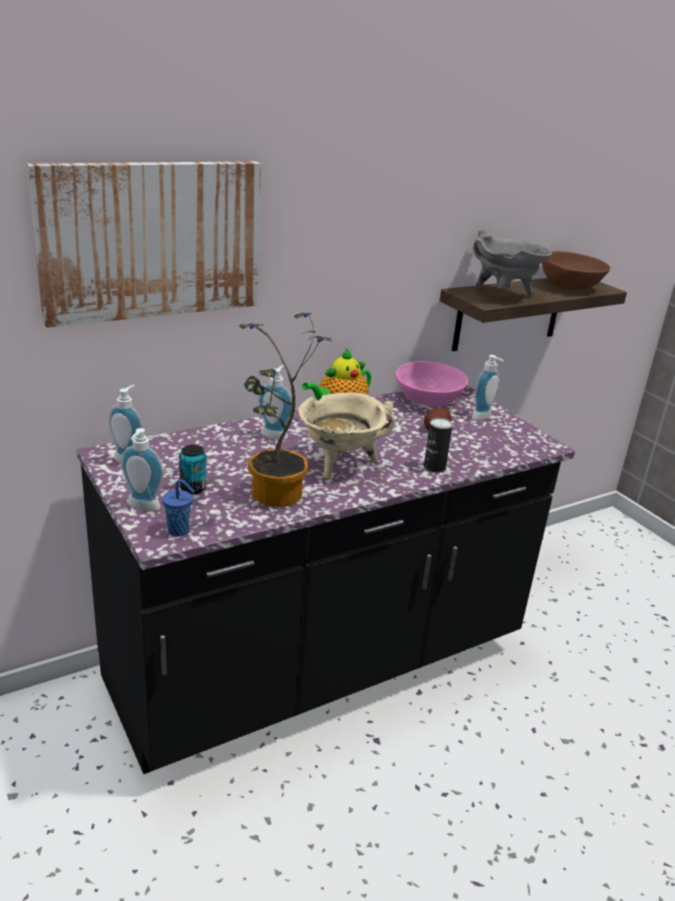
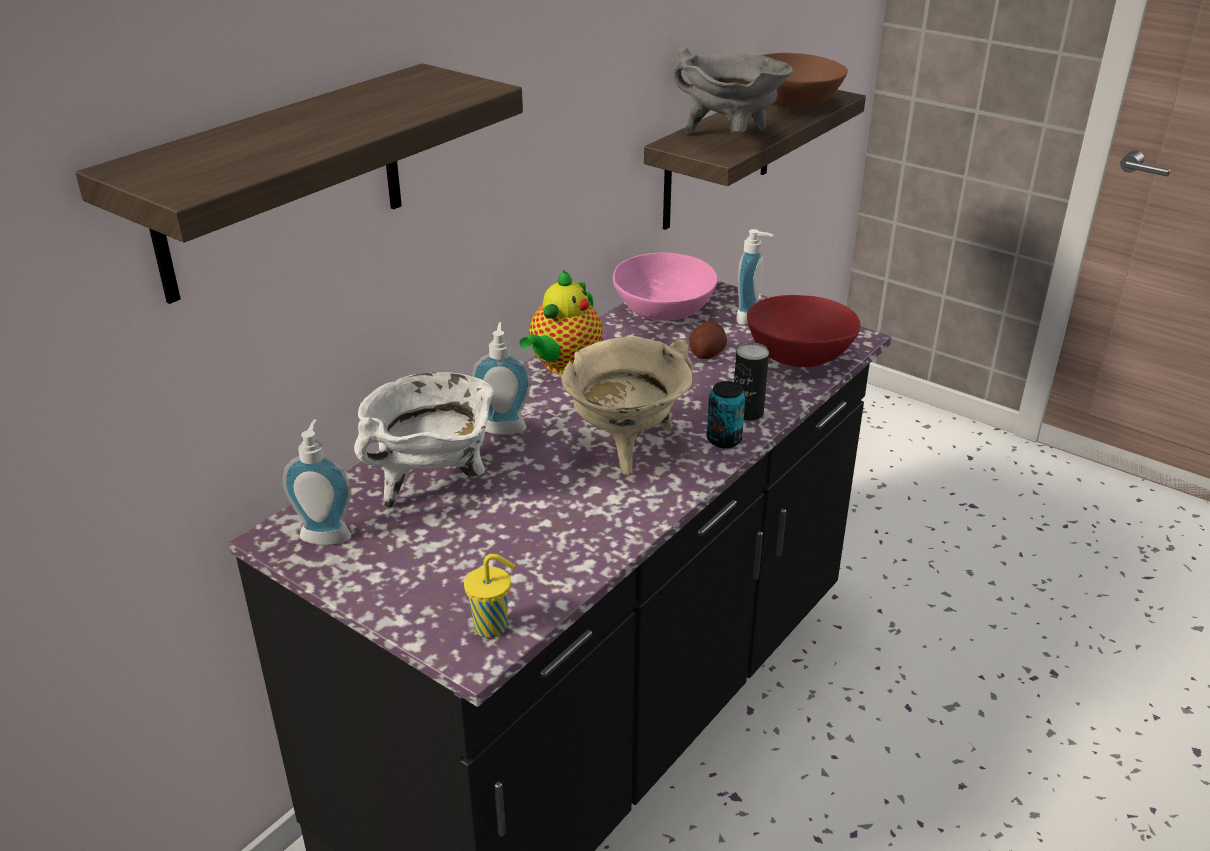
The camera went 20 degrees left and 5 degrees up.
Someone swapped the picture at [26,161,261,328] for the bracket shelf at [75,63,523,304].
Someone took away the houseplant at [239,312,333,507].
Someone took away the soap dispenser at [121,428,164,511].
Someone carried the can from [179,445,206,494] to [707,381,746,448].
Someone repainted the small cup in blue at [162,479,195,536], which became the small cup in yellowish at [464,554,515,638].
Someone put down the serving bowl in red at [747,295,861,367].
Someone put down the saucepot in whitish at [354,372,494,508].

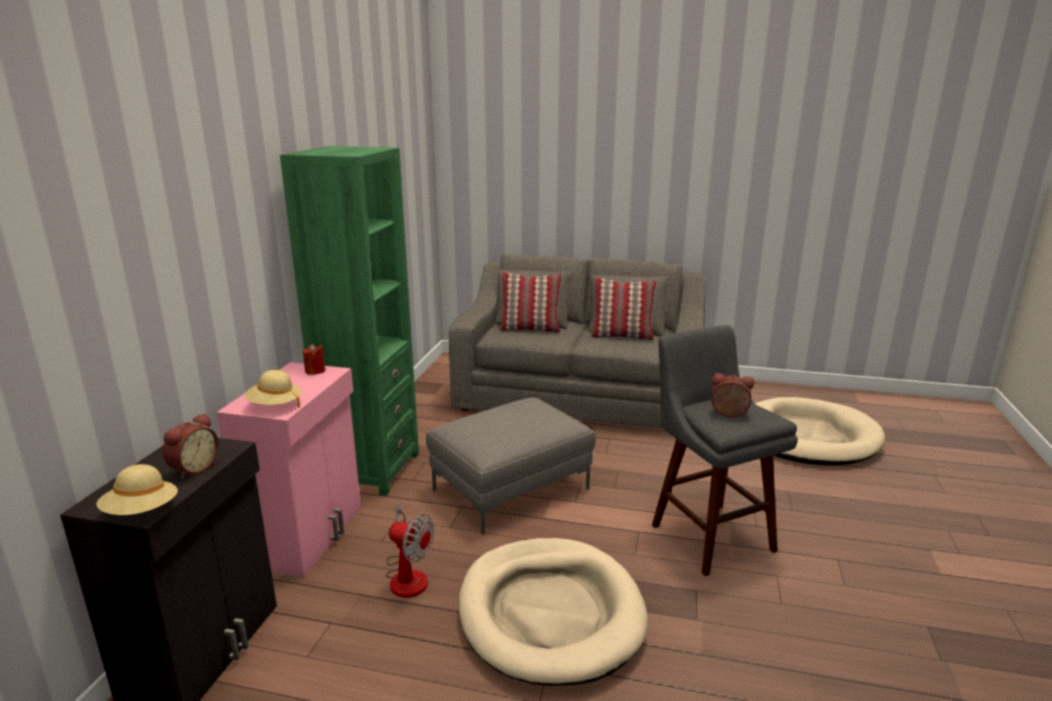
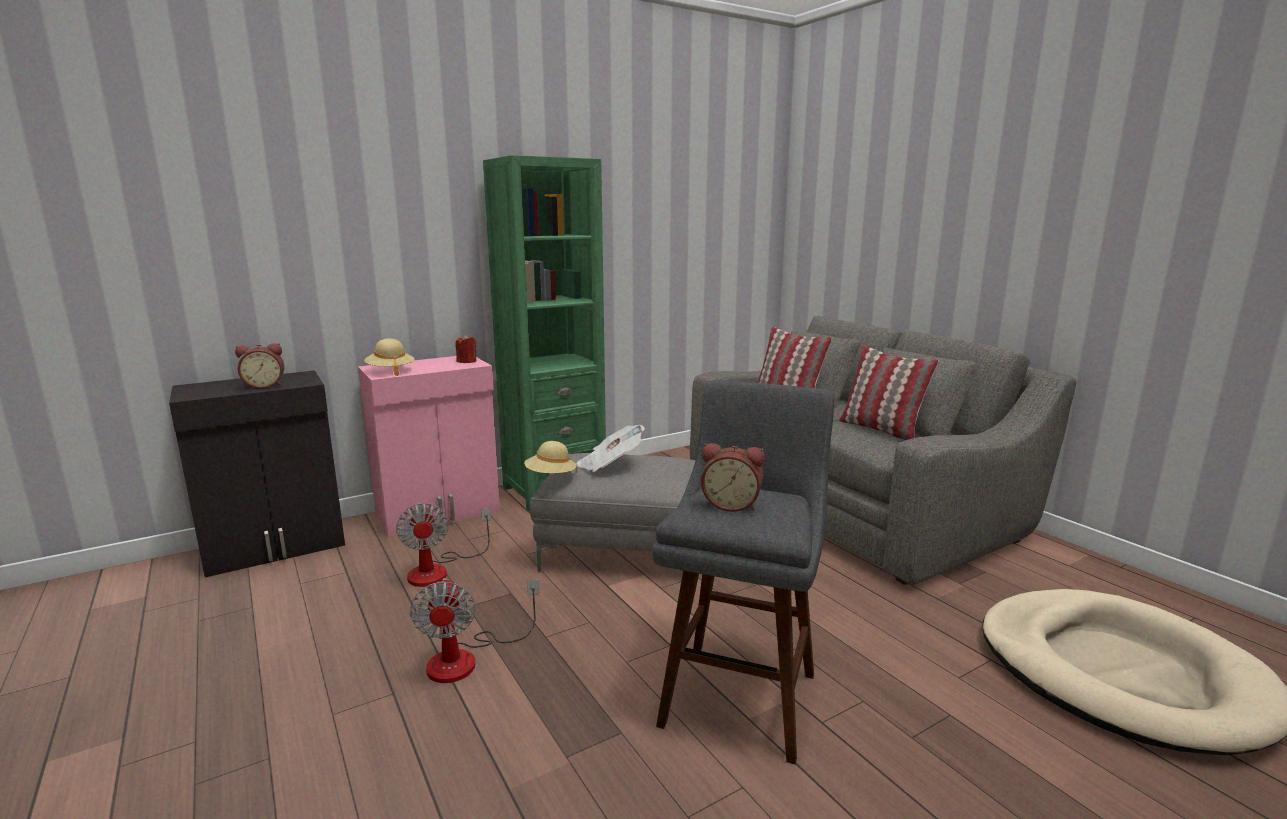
The camera went 45 degrees right and 5 degrees down.
Someone rotated the bedside clock at [711,373,754,418] by 135 degrees clockwise.
Someone carried the clothing hat in sand-coloured from [96,464,178,515] to [524,441,577,473].
Someone swapped the dog cushion in sand-coloured at [459,538,648,686] for the cooling fan at [410,578,539,683].
Someone put down the newspaper at [577,425,645,472].

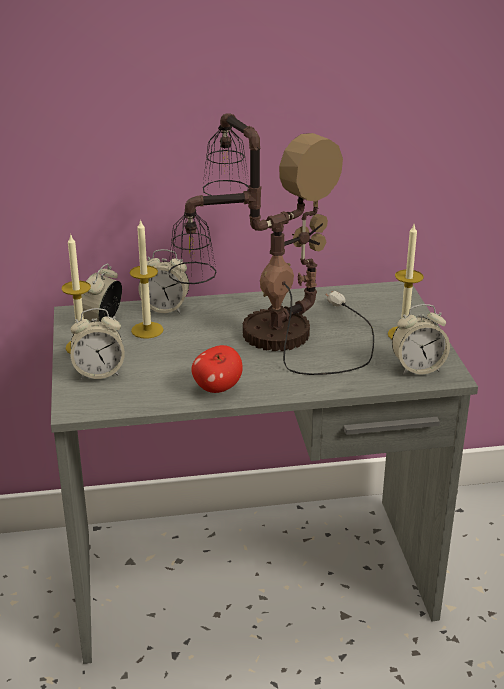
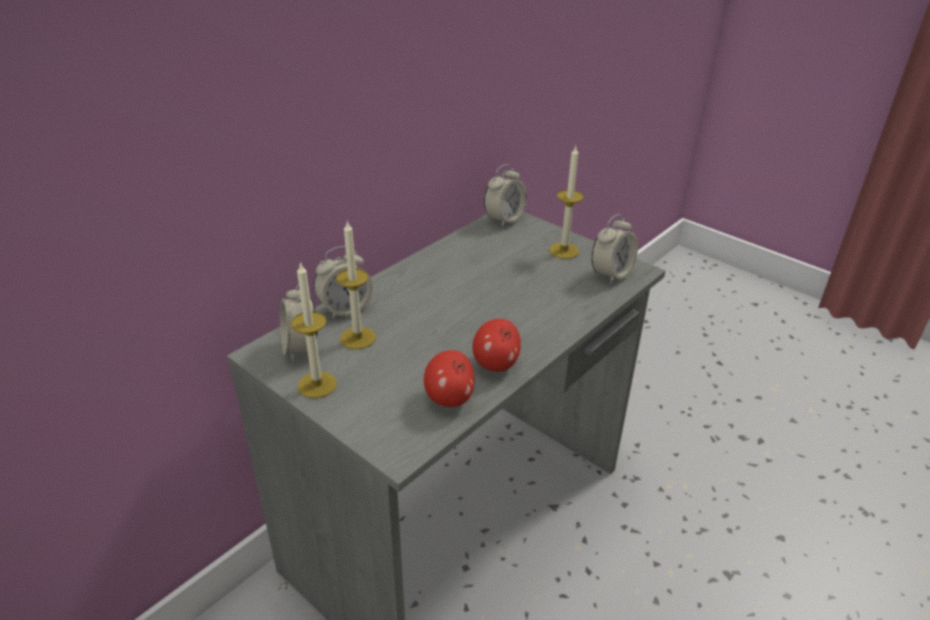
The camera went 40 degrees left and 5 degrees up.
Someone took away the lamp for a table at [168,113,374,375].
Someone carried the bedside clock from [71,308,125,380] to [484,164,527,227].
Someone put down the apple fruit at [424,350,474,407].

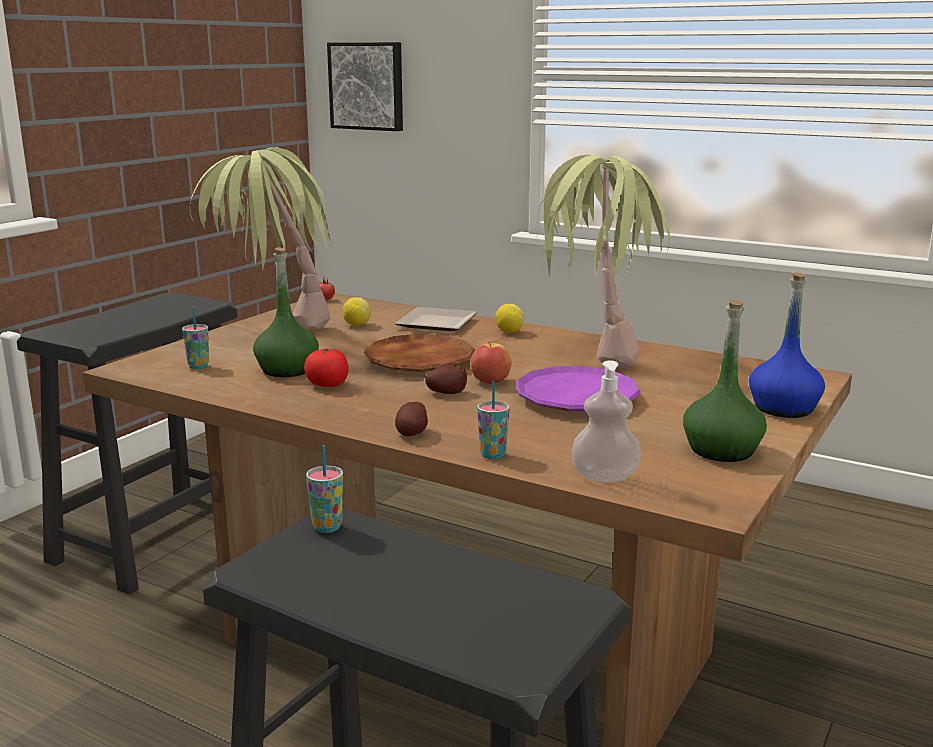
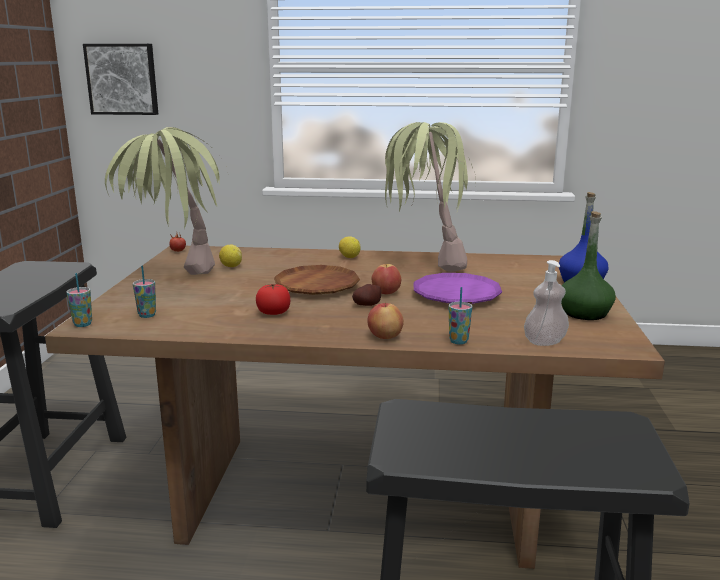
The camera went 25 degrees left and 0 degrees up.
Someone took away the drink bottle in greenish at [253,248,319,377].
Someone took away the dinner plate at [395,307,477,331].
Someone swapped the potato at [395,402,428,436] for the apple fruit at [367,302,404,339].
Someone carried the small cup from [306,445,343,533] to [66,273,92,327].

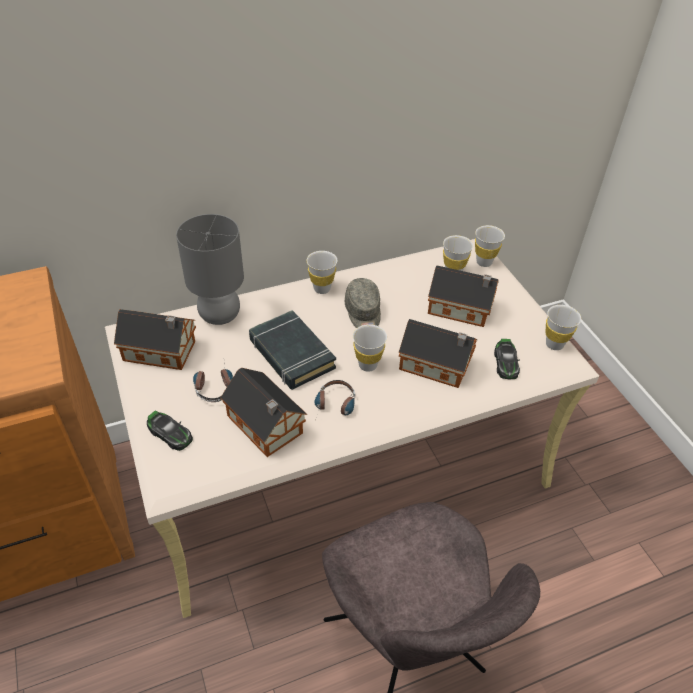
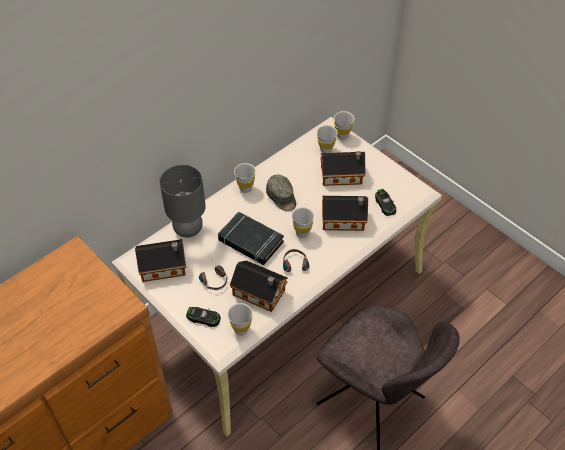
The camera went 20 degrees left and 5 degrees up.
Someone carried the small cup in whitish from [545,305,581,350] to [227,303,253,336].

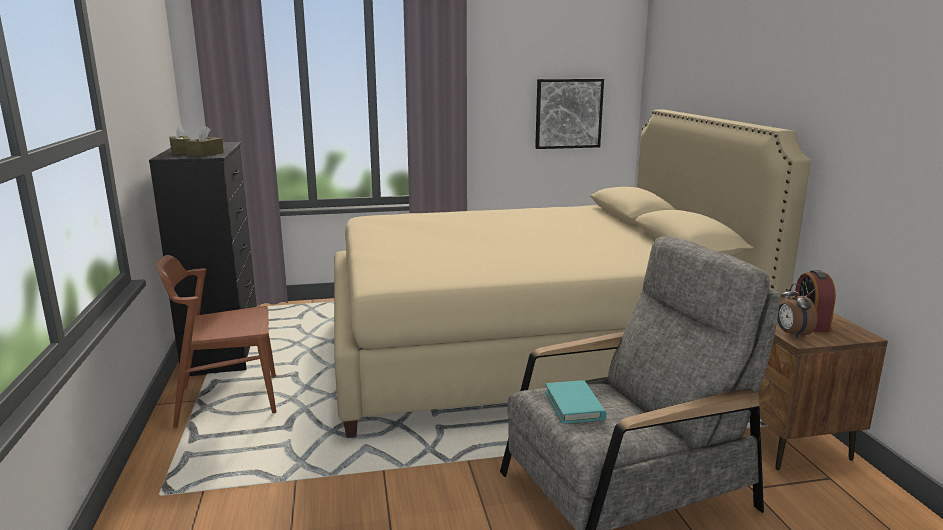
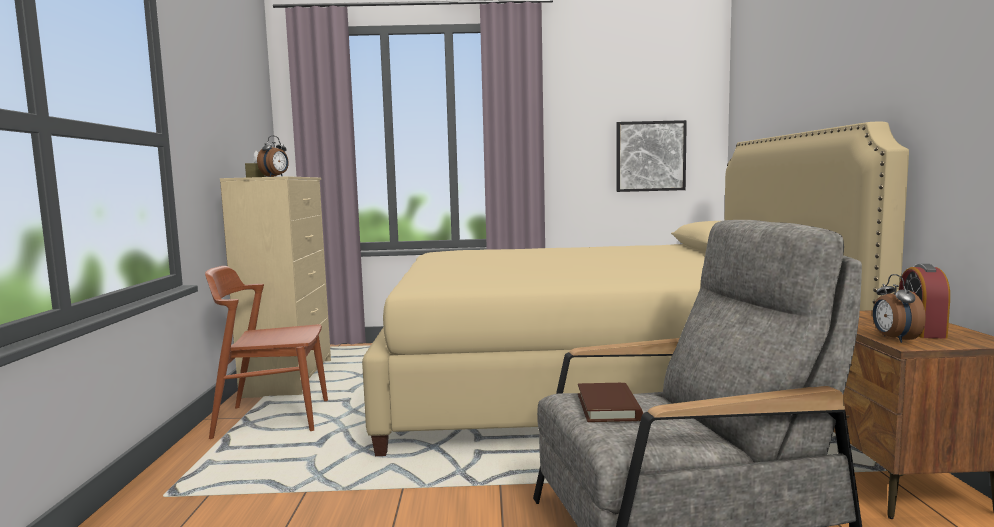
The camera went 10 degrees right and 10 degrees down.
Someone swapped the tissue holder in brownish at [185,125,224,157] for the bedside clock at [257,136,289,177].
Someone repainted the dresser in black at [149,142,257,376], which became the dresser in sand-coloured at [220,176,331,398].
Someone repainted the volume in turquoise-coloured at [545,380,607,424], which became the volume in brownish at [578,383,643,422].

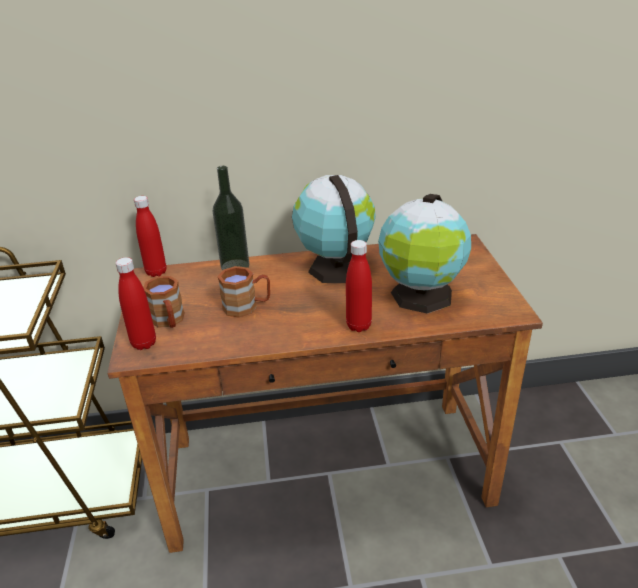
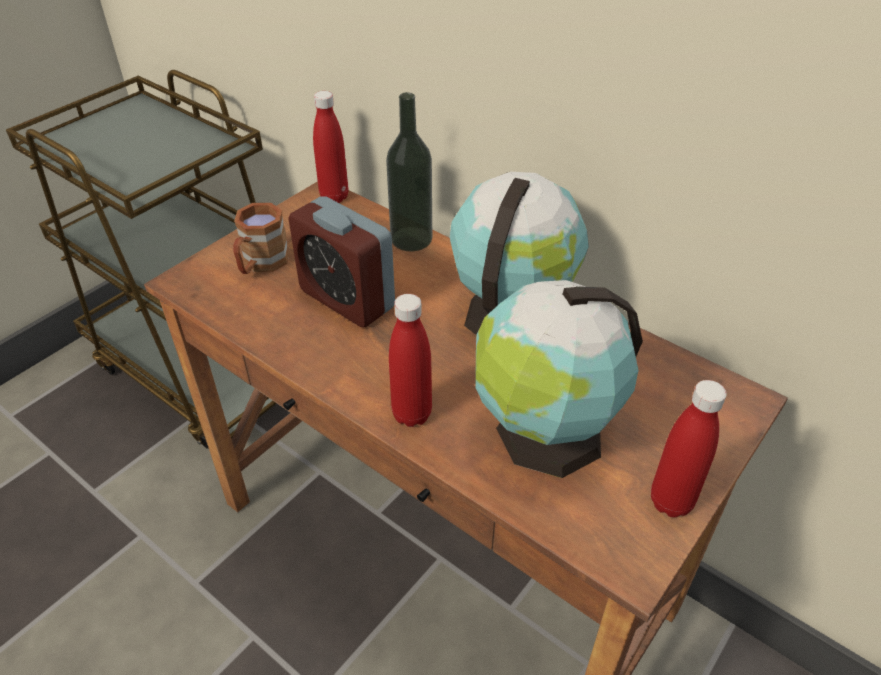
The camera went 45 degrees right and 10 degrees up.
Someone carried the drink bottle in red from [116,257,156,350] to [651,380,727,517].
Someone swapped the mug in brownish at [218,266,270,318] for the bedside clock at [288,196,395,327].

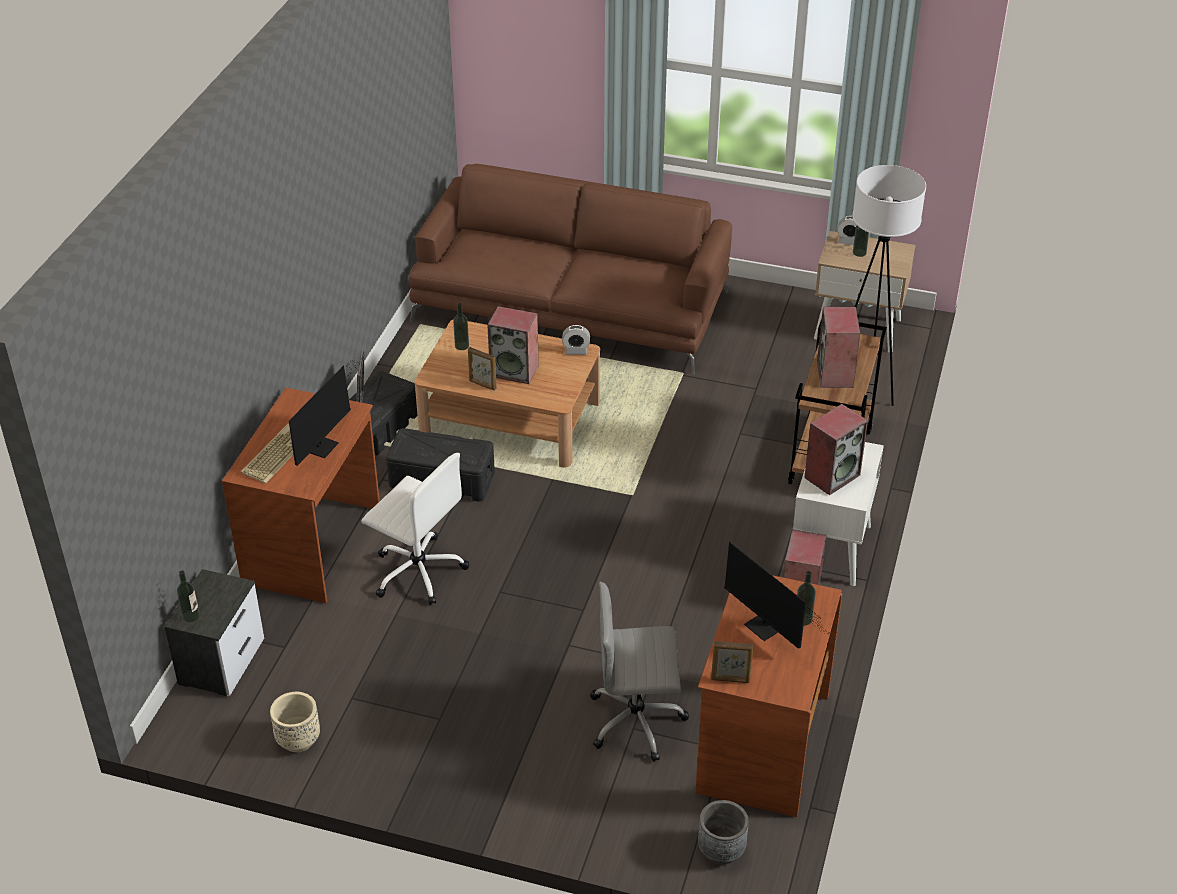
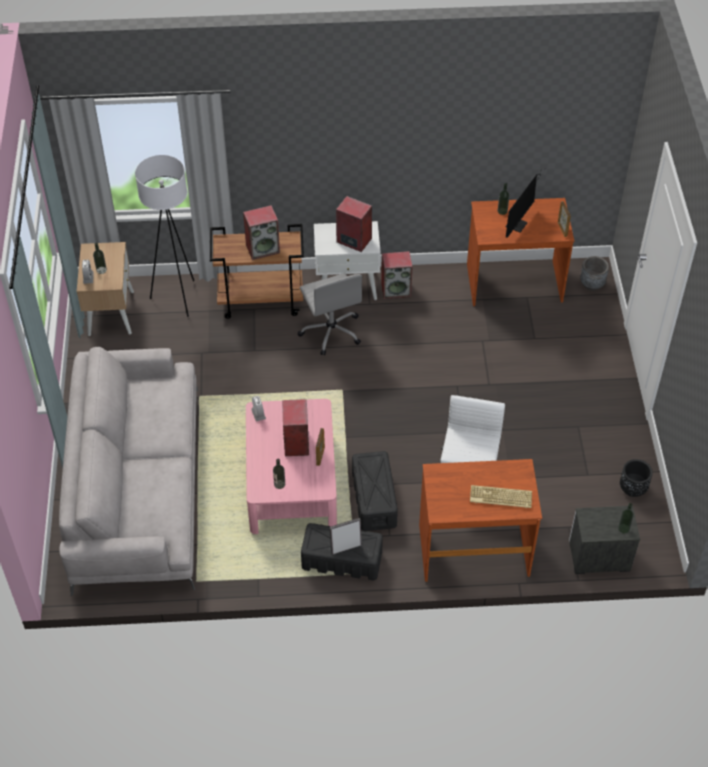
The camera went 110 degrees left and 10 degrees up.
Someone repainted the sofa in brownish at [409,164,732,375], which became the sofa in grey at [59,347,199,596].
Someone repainted the coffee table in brownish at [414,319,600,468], which became the coffee table in pinkish at [246,399,337,534].
Someone took away the computer screen at [289,360,359,466].
Someone carried the desk chair in grey from [590,581,689,762] to [298,273,362,356].
Someone repainted the planter in sand-coloured at [270,692,320,752], which became the planter in black at [620,459,653,497].

